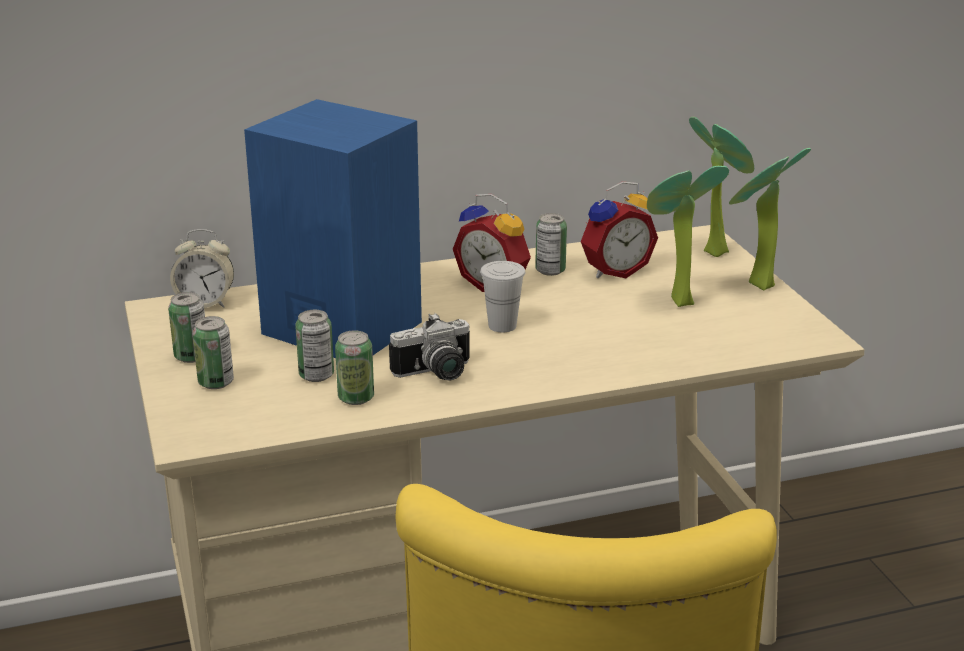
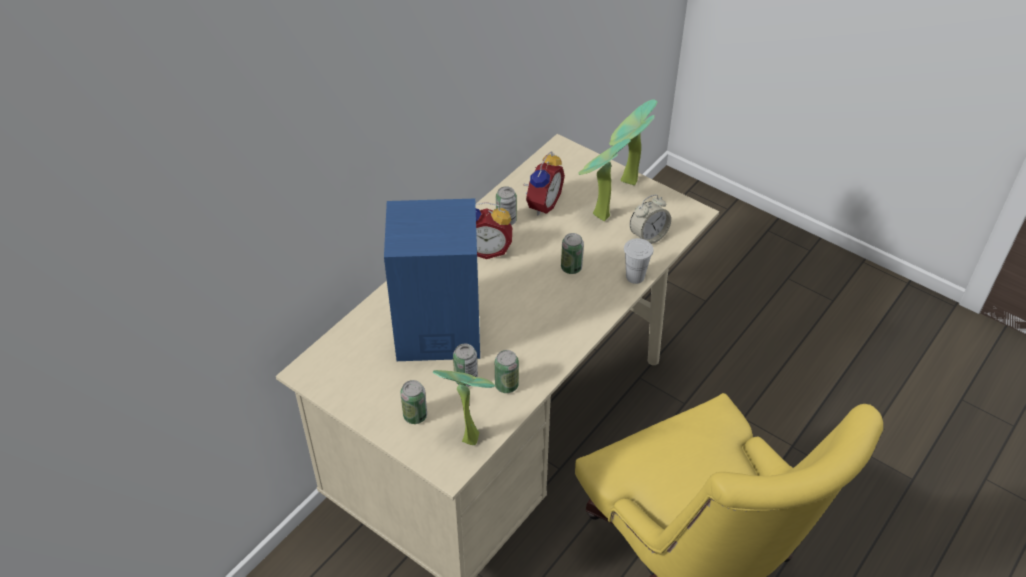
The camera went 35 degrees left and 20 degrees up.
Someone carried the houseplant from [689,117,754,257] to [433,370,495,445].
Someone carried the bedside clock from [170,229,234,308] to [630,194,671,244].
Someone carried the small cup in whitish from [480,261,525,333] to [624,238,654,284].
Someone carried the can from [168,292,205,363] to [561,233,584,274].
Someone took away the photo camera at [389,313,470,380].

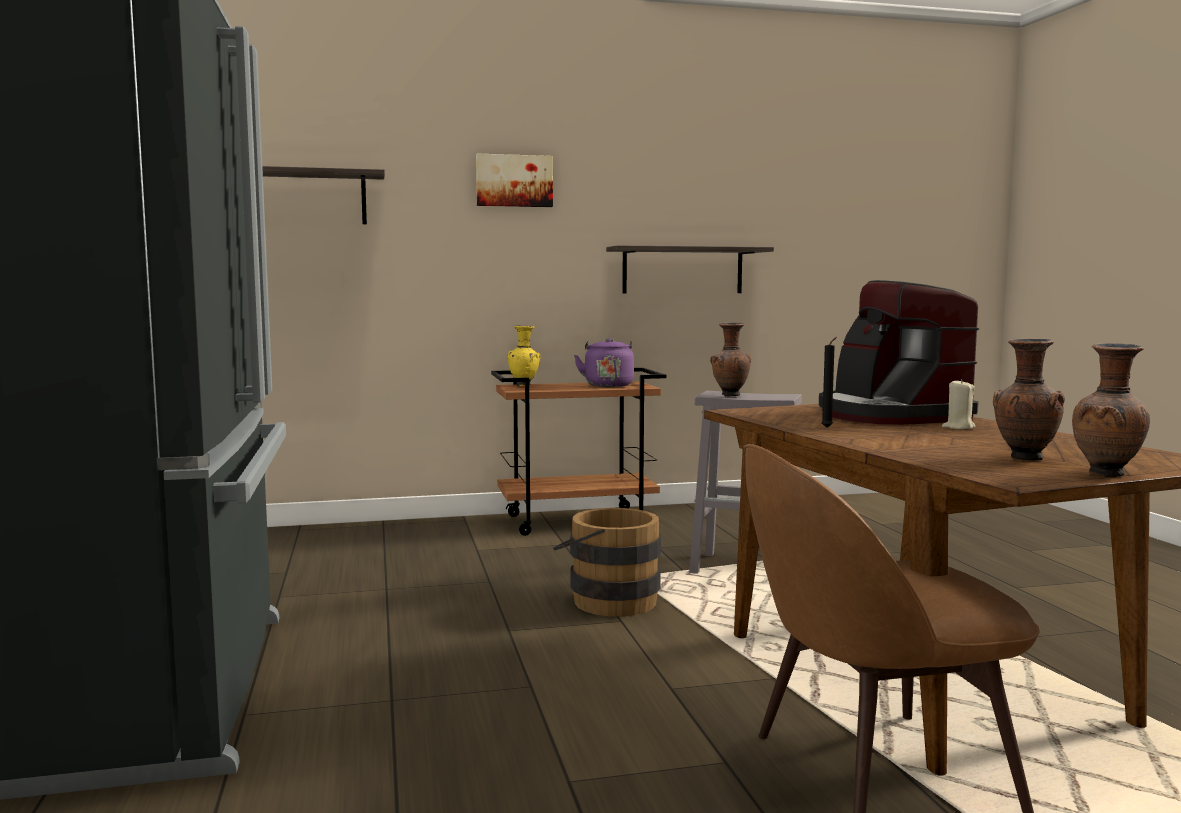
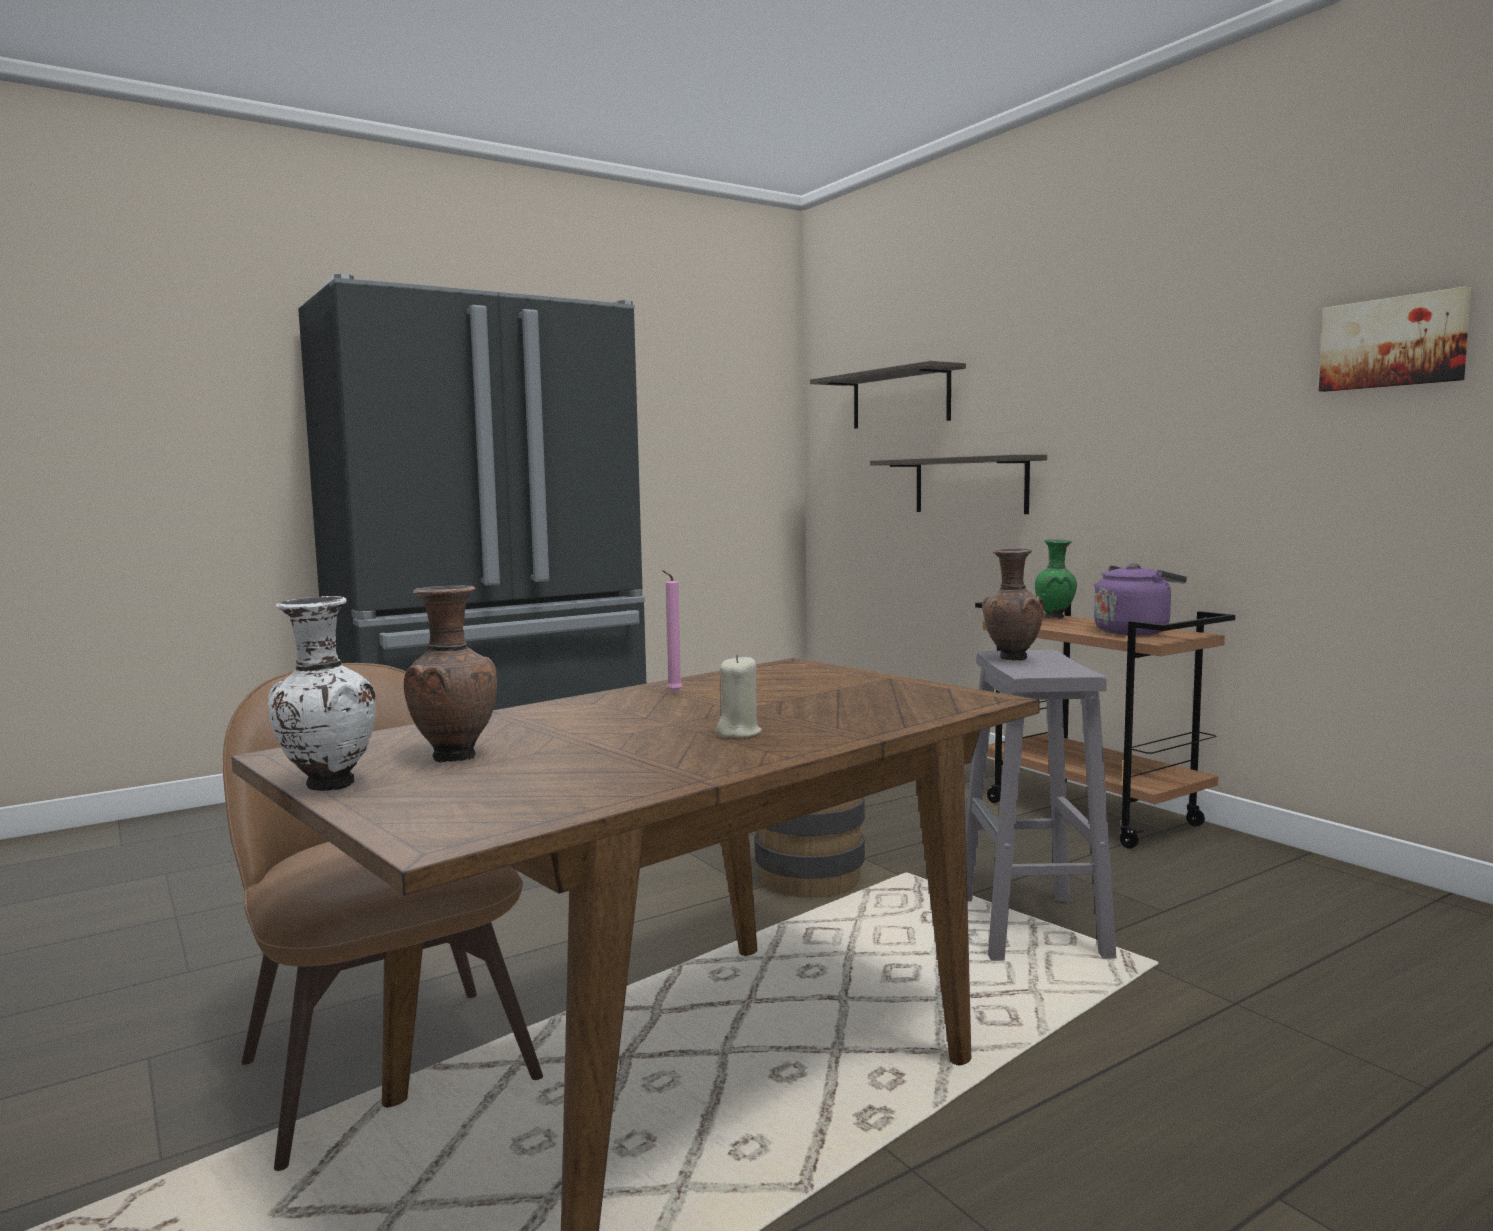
The camera went 70 degrees right and 0 degrees up.
Someone carried the picture from [476,154,553,207] to [1319,287,1471,392].
Someone carried the bracket shelf from [606,245,774,294] to [870,455,1047,514].
Someone took away the coffee machine at [819,280,979,425].
Someone repainted the flower vase in yellowish at [507,325,540,386], which became the flower vase in greenish at [1035,539,1077,619].
Someone repainted the wax candle in black at [821,337,837,428], which became the wax candle in pinkish at [662,570,682,693].
Someone repainted the flower vase in brownish at [1072,343,1150,478], which became the flower vase in whitish at [268,596,376,791].

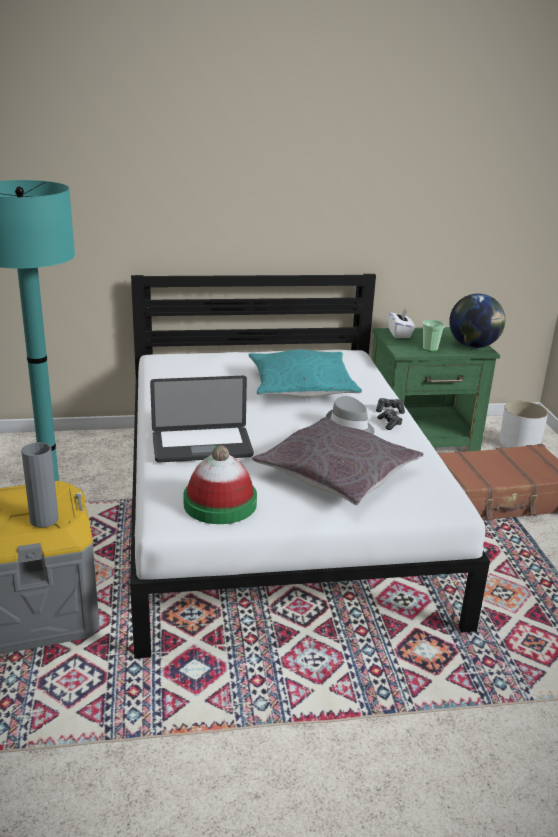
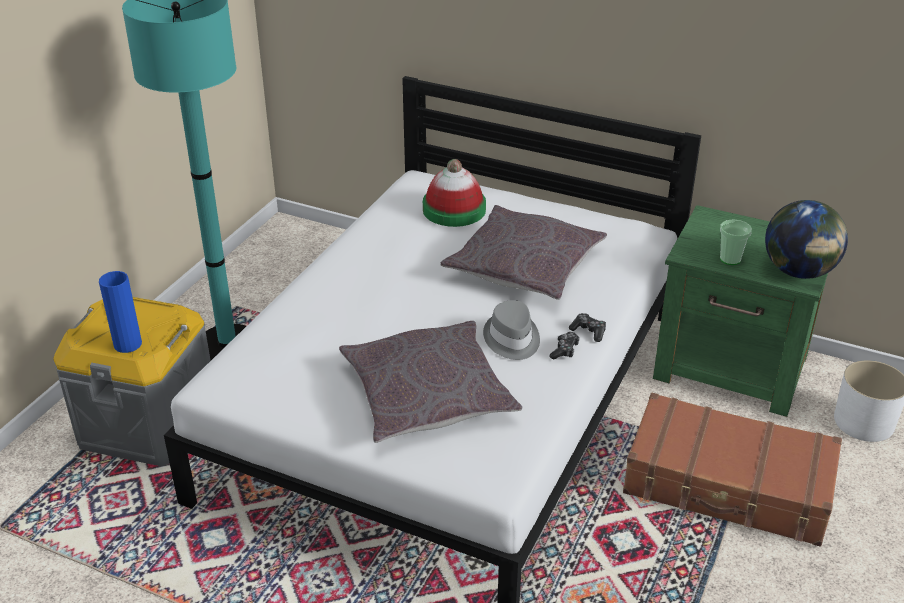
The camera went 35 degrees right and 10 degrees up.
Someone took away the tissue holder in whitish at [388,308,415,338].
Someone repainted the throw pillow in turquoise-coloured at [249,350,362,397], which became the throw pillow in grey at [440,205,607,300].
Someone took away the laptop at [150,376,254,462].
Someone repainted the flower vase in grey at [21,442,59,528], which became the flower vase in blue at [99,271,142,353].
Someone carried the clothing hat from [183,445,257,524] to [423,159,486,227].

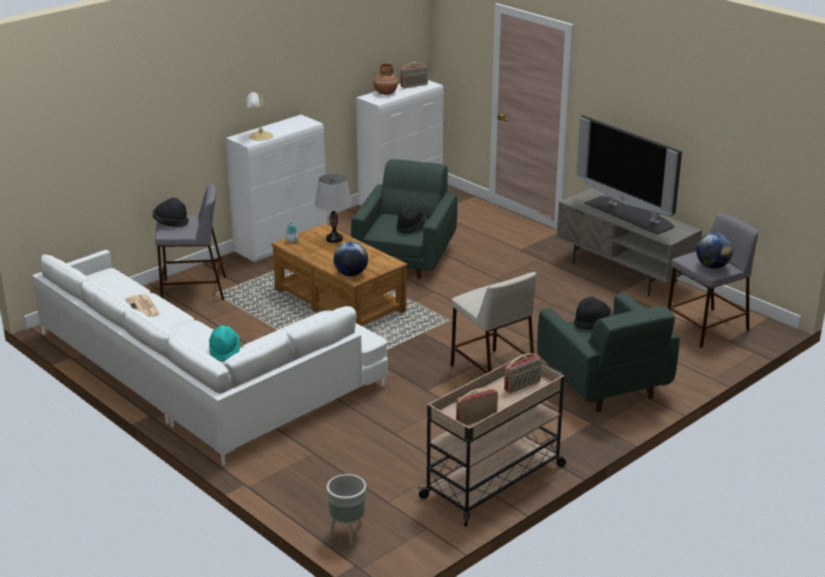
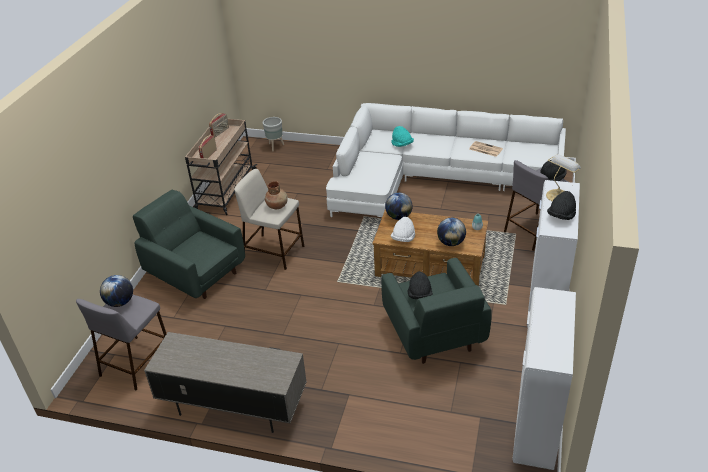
The camera went 150 degrees right and 10 degrees up.
Someone took away the radio at [400,62,428,88].
Someone carried the flower vase in brownish from [373,63,398,95] to [265,181,288,209].
Someone took away the TV at [576,115,682,235].
Someone swapped the lamp for a table in grey at [315,174,352,243] for the globe at [437,218,466,246].
Someone carried the clothing hat in black from [574,296,612,329] to [547,191,576,220].
Someone put down the clothing hat in whitish at [391,217,415,242].

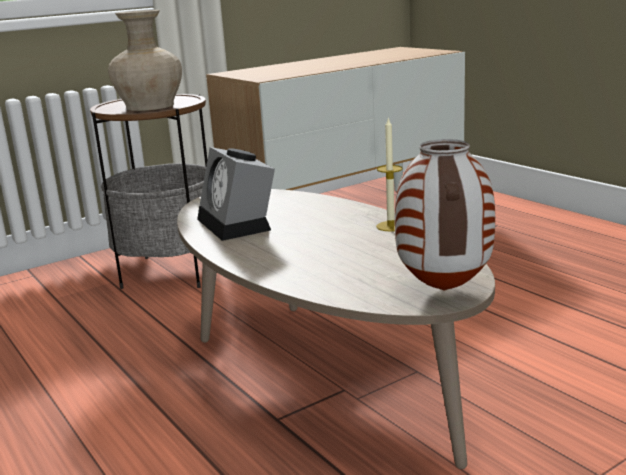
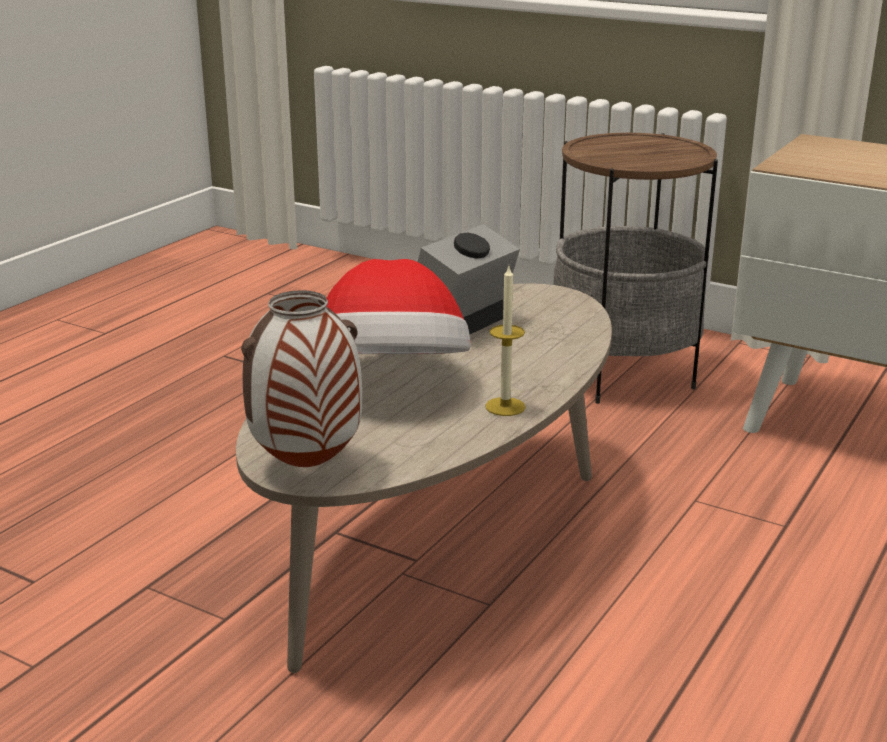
The camera went 65 degrees right and 5 degrees up.
Someone took away the flower vase in sand-coloured at [108,10,182,111].
Someone put down the clothing hat at [327,259,471,354].

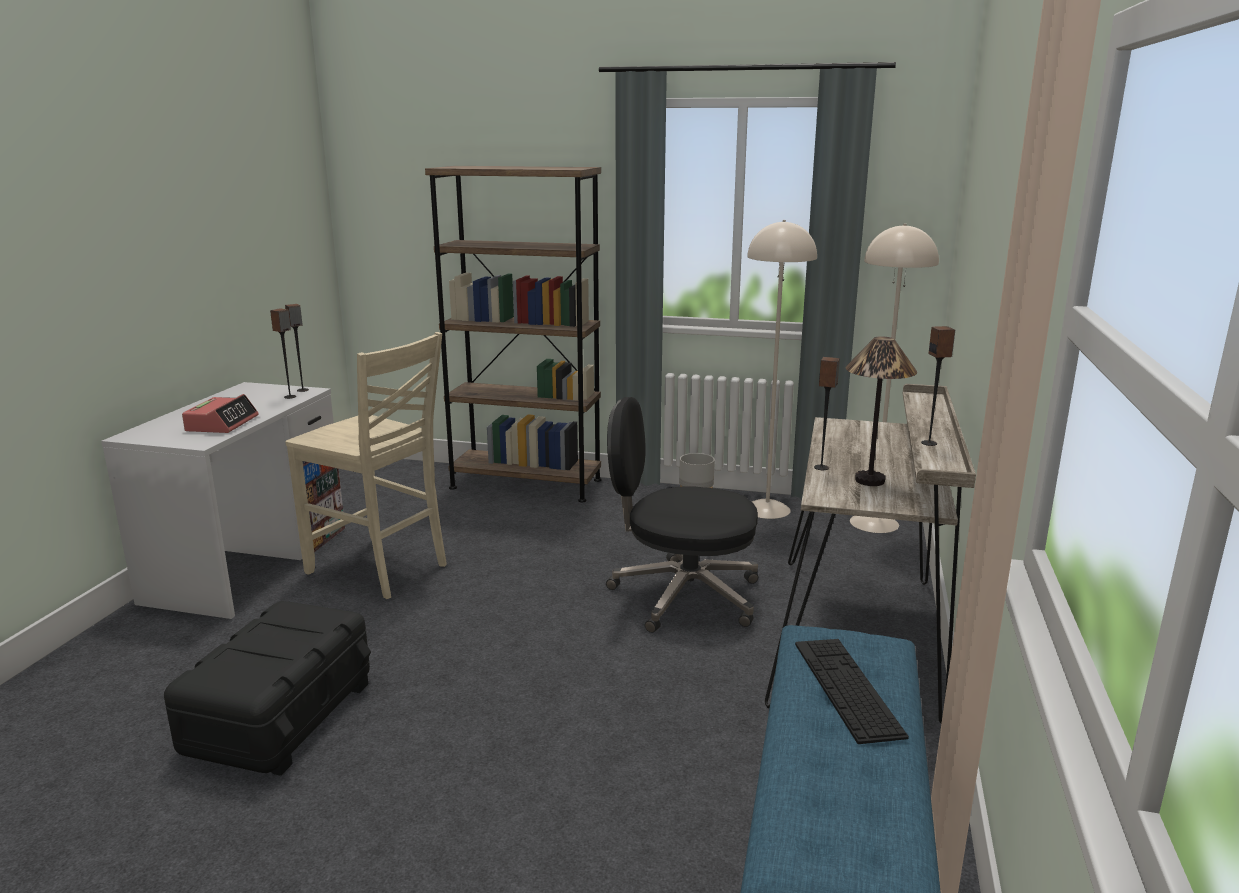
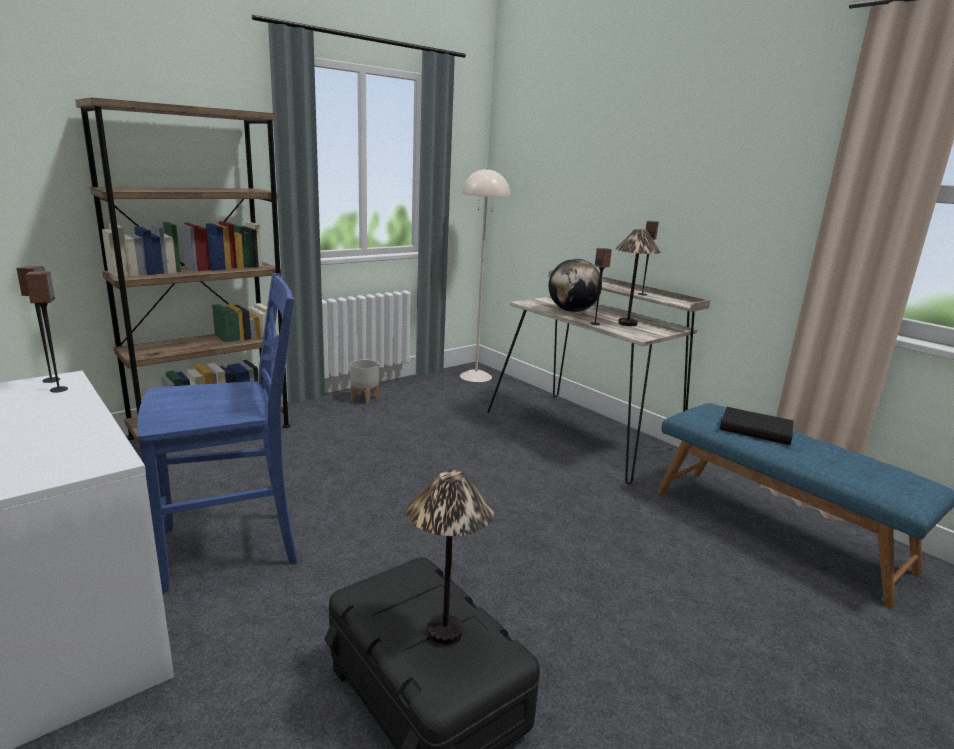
The camera went 55 degrees left and 0 degrees up.
Someone took away the standing lamp in sand-coloured at [747,220,817,519].
Someone repainted the upright chair in sand-coloured at [285,332,447,599], which became the upright chair in blue at [137,273,298,593].
Someone took away the bedside clock at [182,394,259,433].
Someone took away the desk chair in black at [606,397,758,633].
Someone swapped the computer keyboard at [795,639,909,744] for the volume in black at [720,407,794,445].
Someone put down the globe at [549,259,602,312].
Someone put down the lamp for a table at [406,469,494,645].

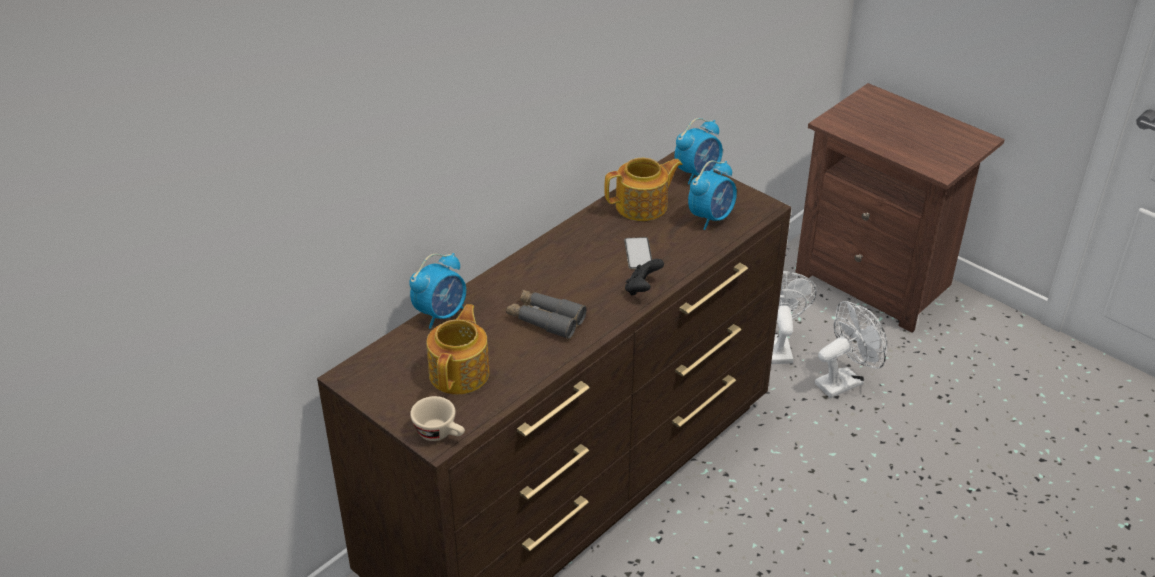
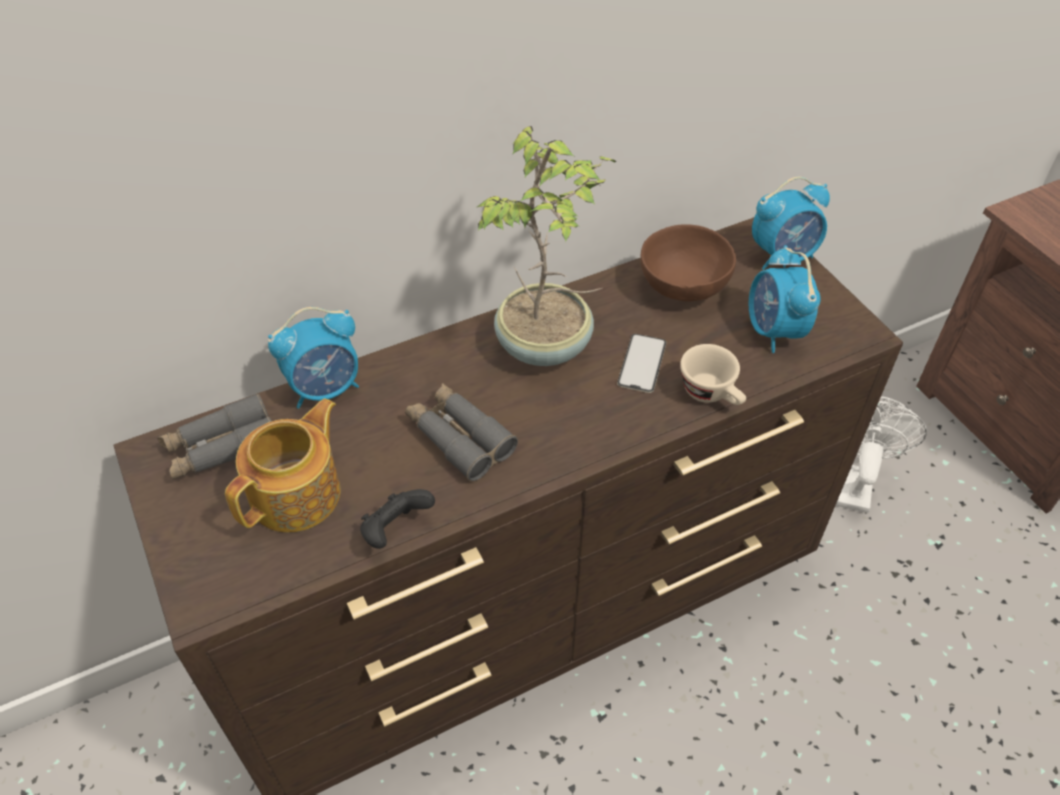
The camera went 20 degrees right and 10 degrees up.
Someone swapped the tea pot at [604,158,683,221] for the serving bowl in brownish at [641,224,736,301].
Someone rotated the bedside clock at [688,160,737,230] by 105 degrees clockwise.
Someone carried the gamepad in black from [625,259,664,296] to [360,489,435,549].
Someone took away the cooling fan in whitish at [815,301,887,398].
Someone carried the small cup in sand-coloured from [410,396,465,441] to [680,344,746,405].
Someone put down the houseplant at [477,126,616,366].
Someone put down the pair of binoculars in grey at [157,393,272,479].

